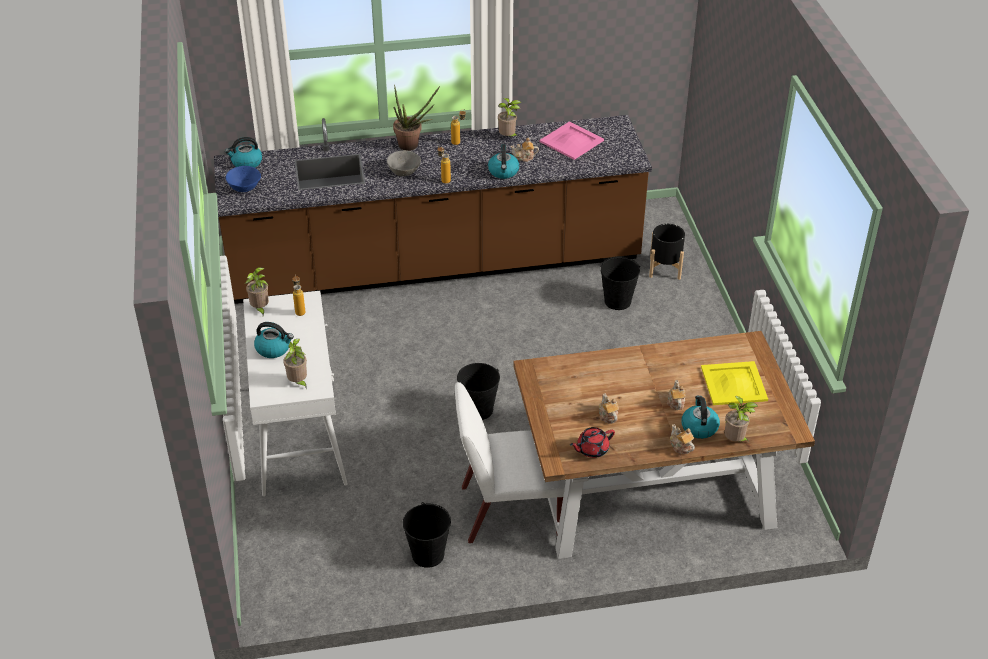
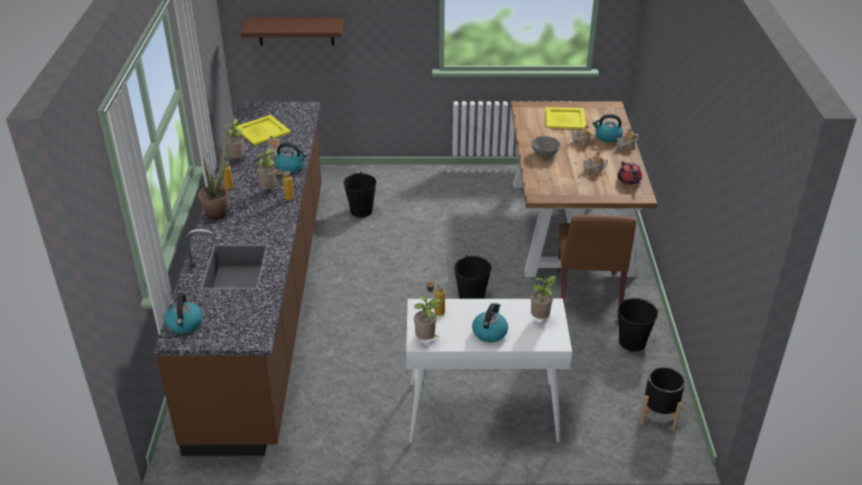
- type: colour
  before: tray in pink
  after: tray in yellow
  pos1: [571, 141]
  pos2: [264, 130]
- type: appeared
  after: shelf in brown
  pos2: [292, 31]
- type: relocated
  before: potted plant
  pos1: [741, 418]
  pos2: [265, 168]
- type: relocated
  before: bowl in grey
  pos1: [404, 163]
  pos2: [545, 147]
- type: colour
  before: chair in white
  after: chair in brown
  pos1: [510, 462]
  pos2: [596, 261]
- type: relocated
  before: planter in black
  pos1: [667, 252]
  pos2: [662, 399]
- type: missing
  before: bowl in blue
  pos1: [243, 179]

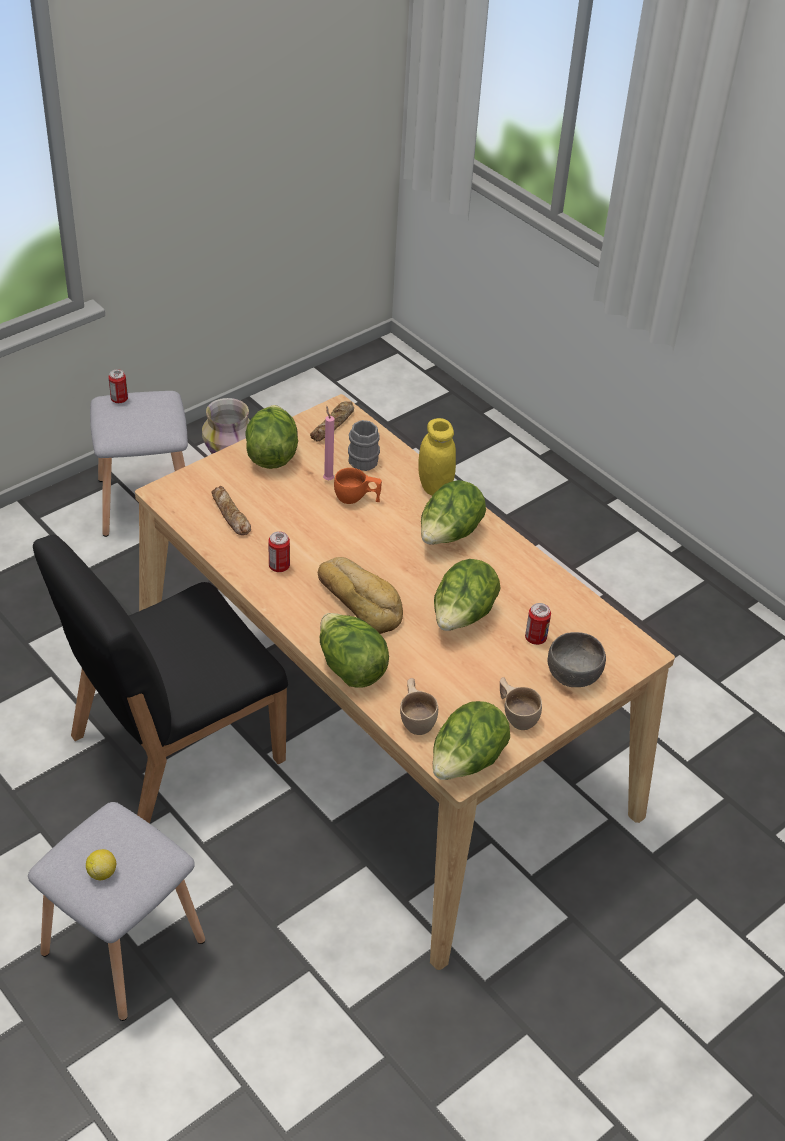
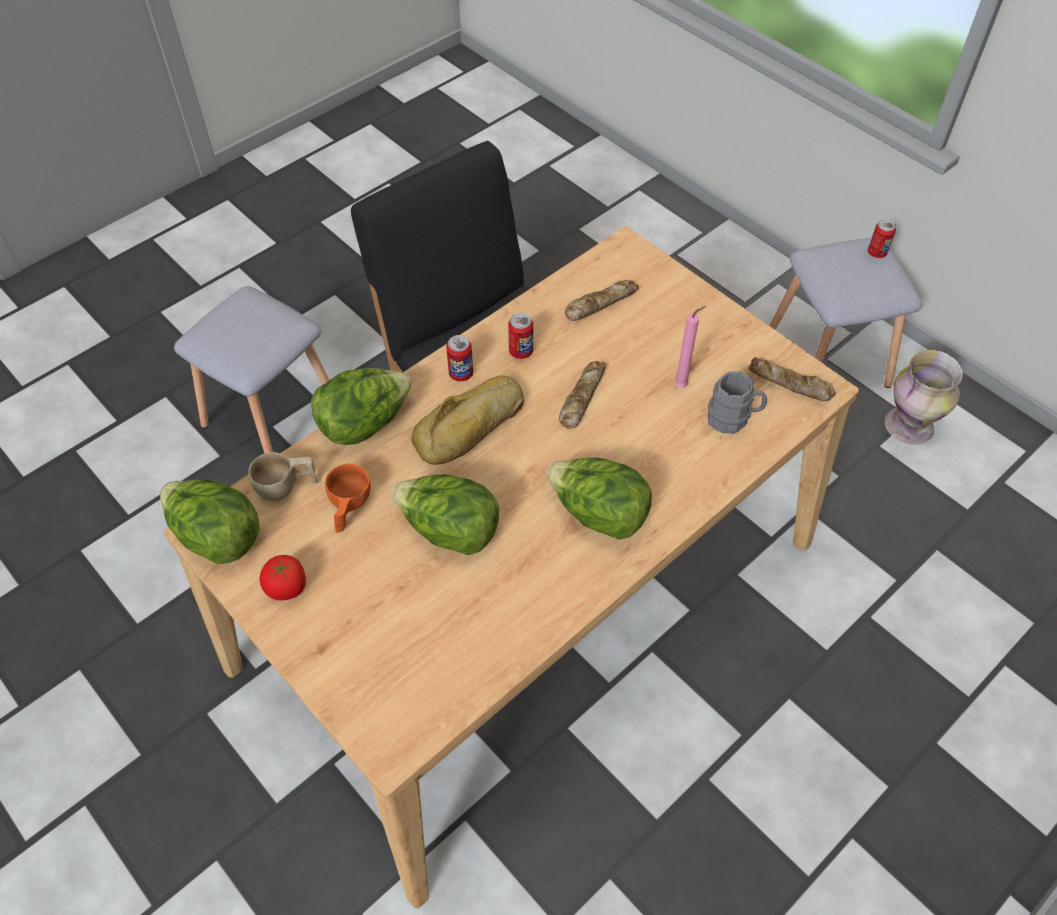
- type: exchanged
  before: cup in beige
  after: tomato
  pos1: [521, 703]
  pos2: [283, 578]
- type: relocated
  before: cup in orange
  pos1: [358, 486]
  pos2: [347, 498]
- type: relocated
  before: can
  pos1: [538, 624]
  pos2: [459, 358]
- type: appeared
  after: bread
  pos2: [582, 395]
- type: missing
  before: lemon
  pos1: [101, 864]
- type: missing
  before: lettuce
  pos1: [272, 437]
- type: missing
  before: jar in yellow
  pos1: [437, 457]
- type: missing
  before: bowl in grey
  pos1: [577, 659]

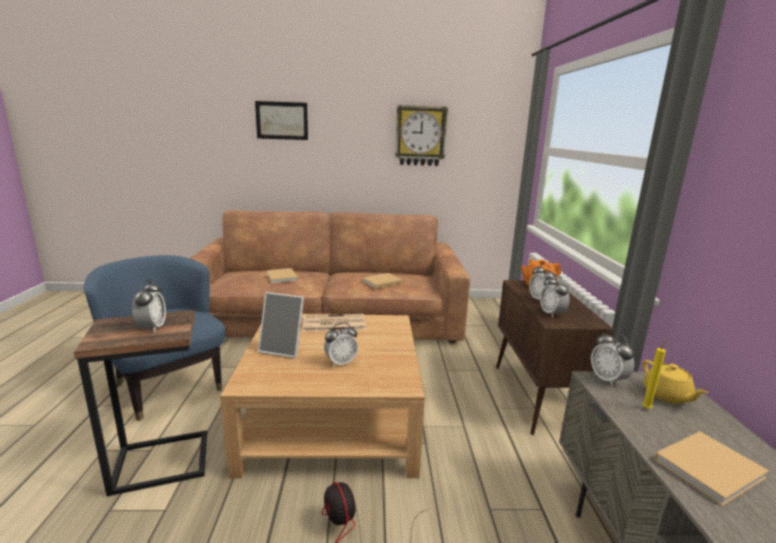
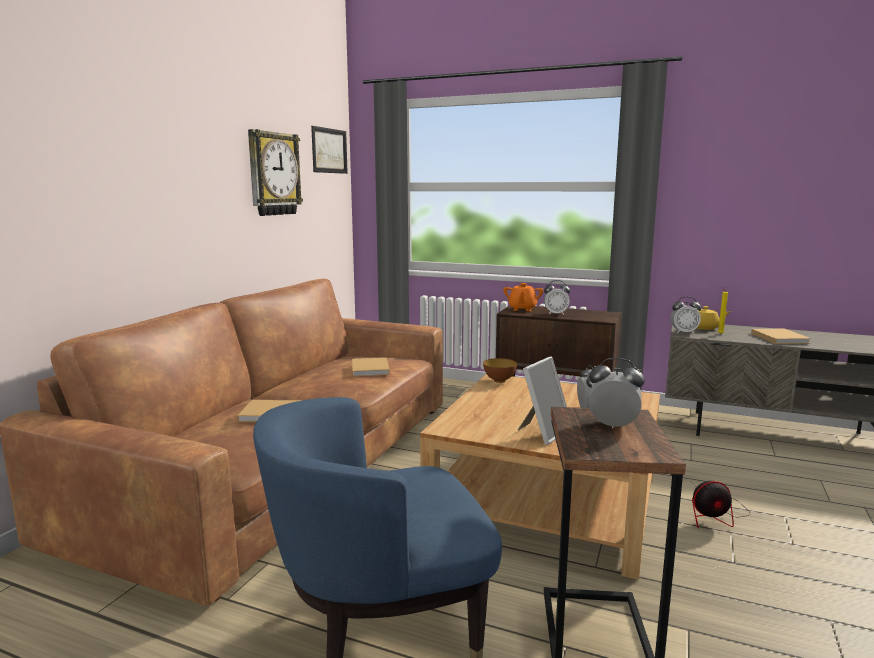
- type: relocated
  before: picture
  pos1: [281, 120]
  pos2: [329, 150]
- type: appeared
  after: bowl
  pos2: [500, 370]
- type: missing
  before: newspaper
  pos1: [334, 323]
- type: missing
  before: alarm clock
  pos1: [555, 296]

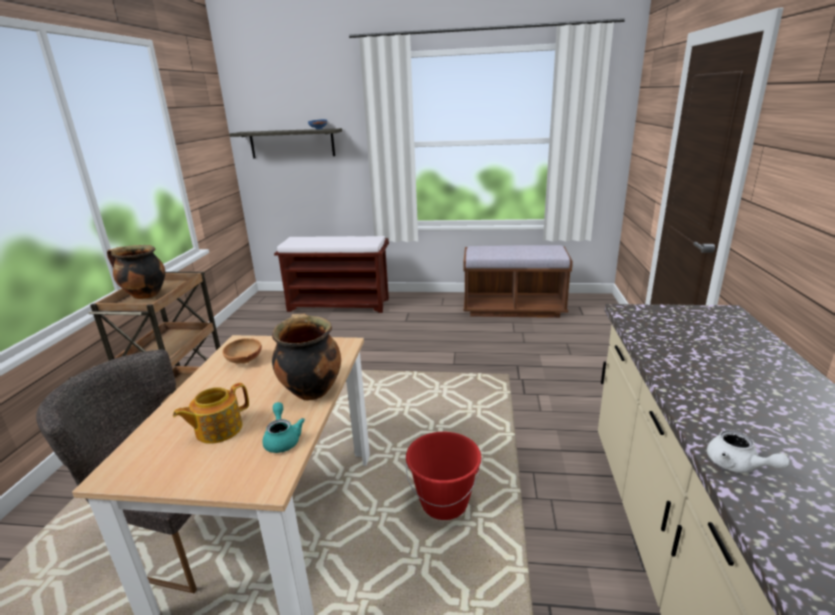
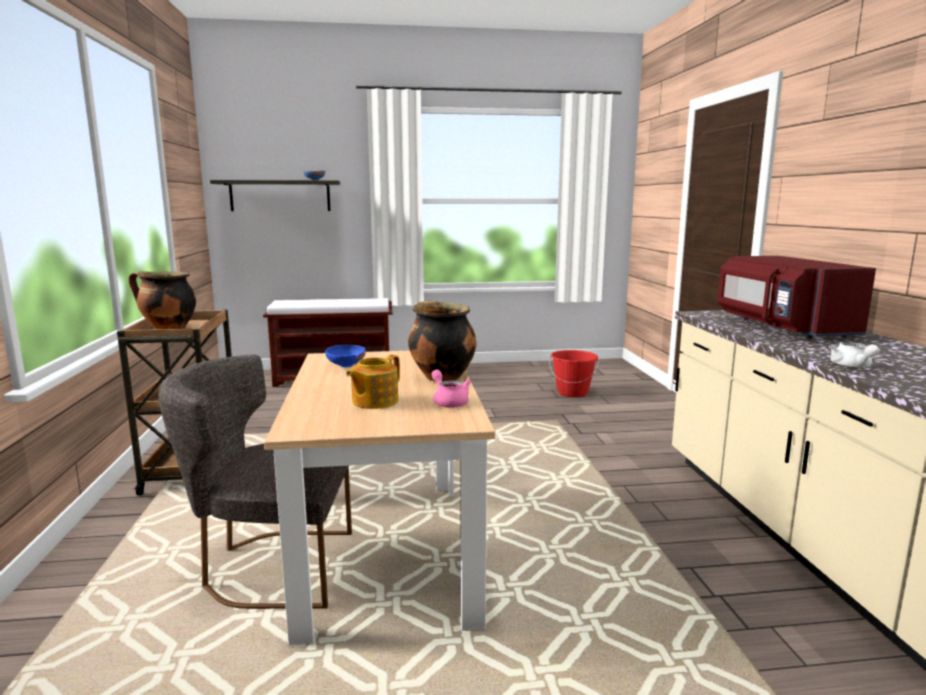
- type: colour
  before: bowl in brown
  after: bowl in blue
  pos1: [242, 350]
  pos2: [345, 355]
- type: colour
  before: teapot in turquoise
  after: teapot in pink
  pos1: [283, 427]
  pos2: [451, 389]
- type: relocated
  before: bucket in red
  pos1: [443, 476]
  pos2: [574, 373]
- type: appeared
  after: microwave in red
  pos2: [797, 297]
- type: spun
  before: teapot in white
  pos1: [748, 451]
  pos2: [854, 355]
  turn: 45
- type: missing
  before: bench in brown
  pos1: [518, 281]

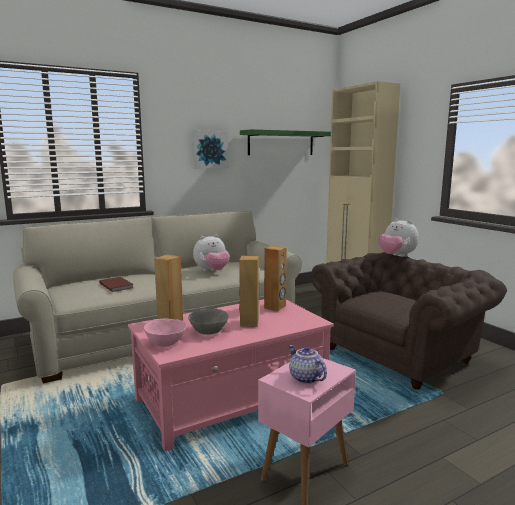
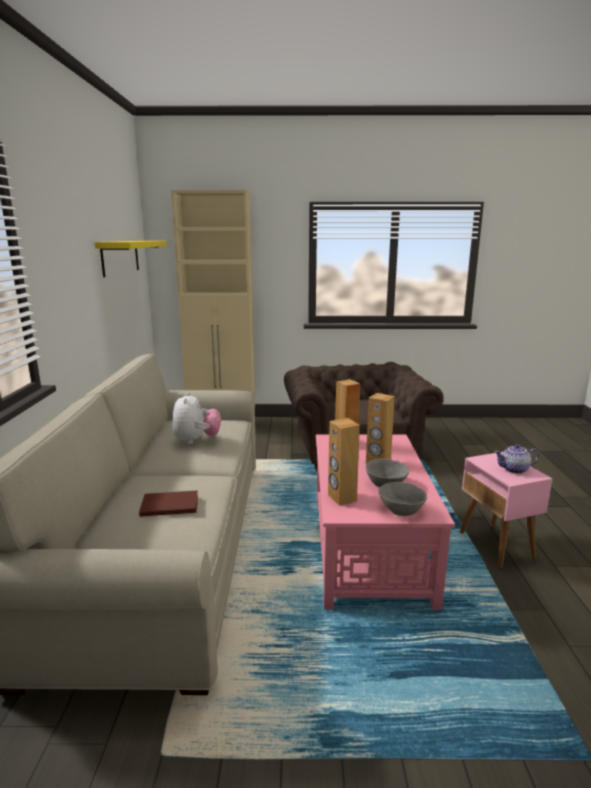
- type: colour
  before: shelf in green
  after: shelf in yellow
  pos1: [285, 142]
  pos2: [130, 259]
- type: colour
  before: bowl in pink
  after: bowl in grey
  pos1: [165, 332]
  pos2: [402, 499]
- type: missing
  before: picture
  pos1: [210, 149]
- type: missing
  before: plush toy
  pos1: [398, 237]

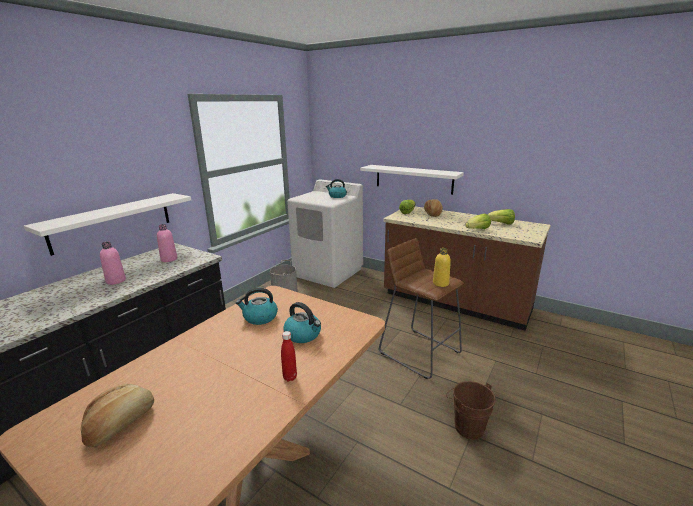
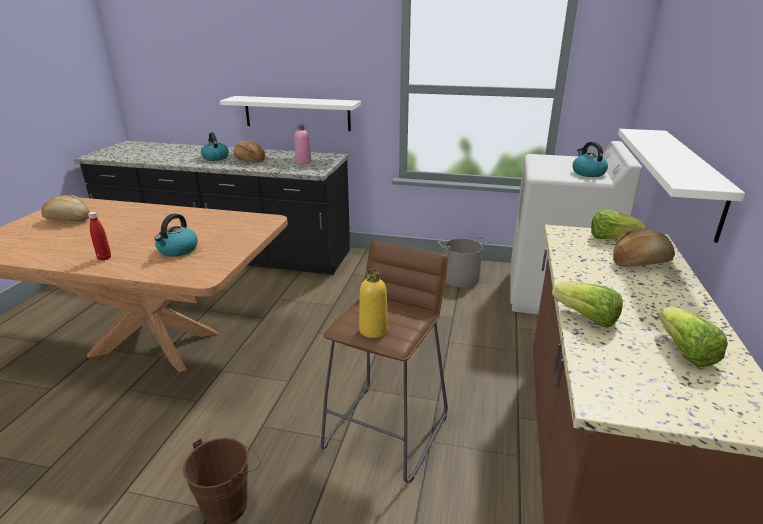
- type: relocated
  before: kettle
  pos1: [257, 306]
  pos2: [215, 146]
- type: exchanged
  before: bottle in pink
  after: bread
  pos1: [113, 263]
  pos2: [249, 151]

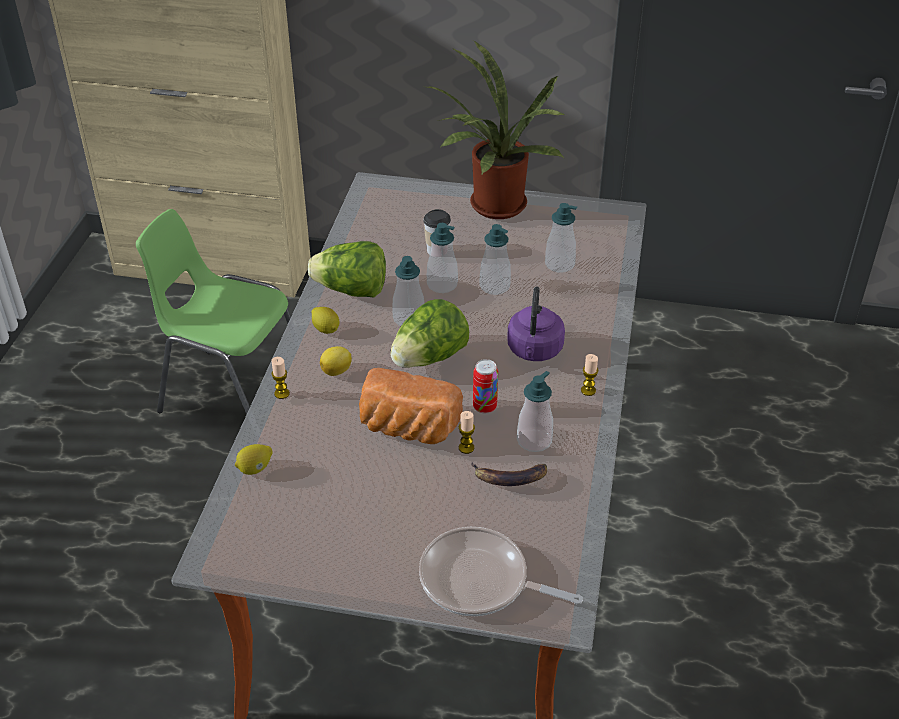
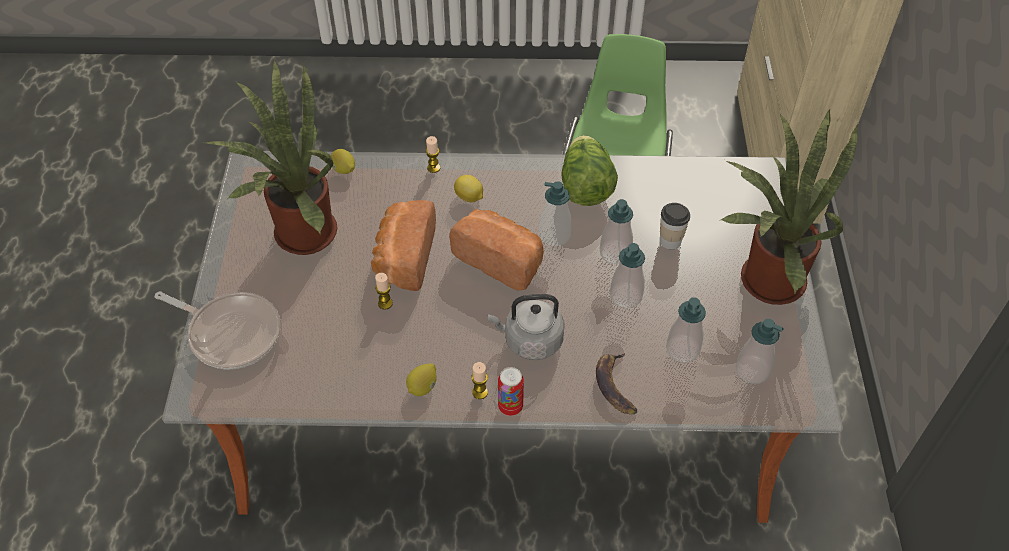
- type: spun
  before: frying pan
  pos1: [501, 571]
  pos2: [218, 330]
  turn: 105
- type: appeared
  after: potted plant
  pos2: [269, 157]
- type: relocated
  before: lemon
  pos1: [325, 320]
  pos2: [421, 379]
- type: exchanged
  before: lettuce
  after: bread
  pos1: [429, 333]
  pos2: [496, 250]
- type: colour
  before: kettle in purple
  after: kettle in grey
  pos1: [536, 323]
  pos2: [526, 327]
- type: relocated
  before: can
  pos1: [485, 386]
  pos2: [511, 391]
- type: relocated
  before: banana
  pos1: [509, 474]
  pos2: [617, 383]
- type: relocated
  before: soap dispenser
  pos1: [535, 411]
  pos2: [760, 351]

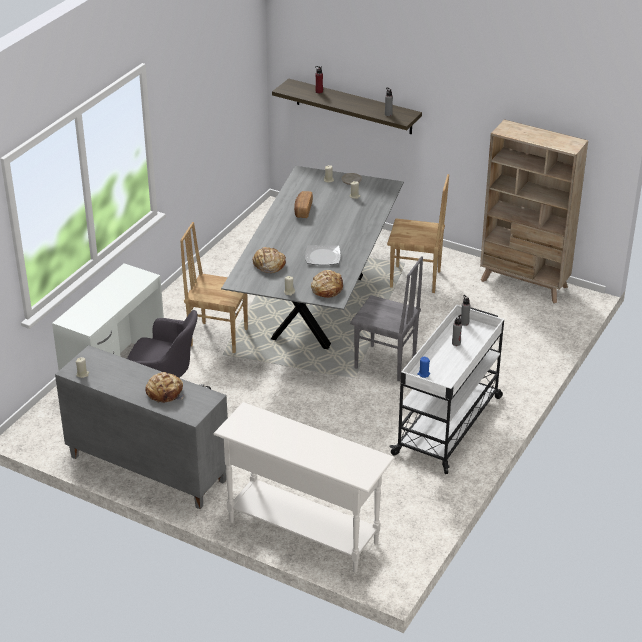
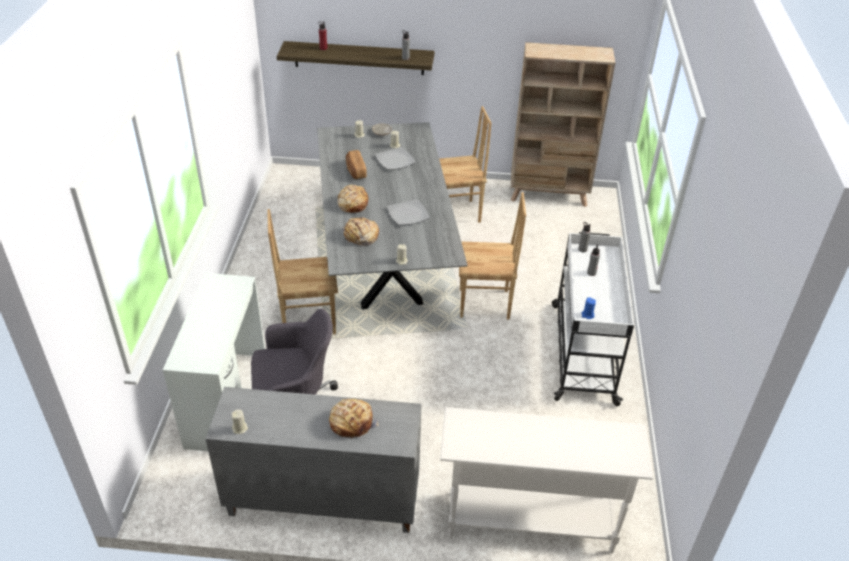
- type: relocated
  before: bread
  pos1: [327, 284]
  pos2: [353, 199]
- type: appeared
  after: plate
  pos2: [395, 158]
- type: colour
  before: chair in grey
  after: chair in brown
  pos1: [386, 319]
  pos2: [492, 256]

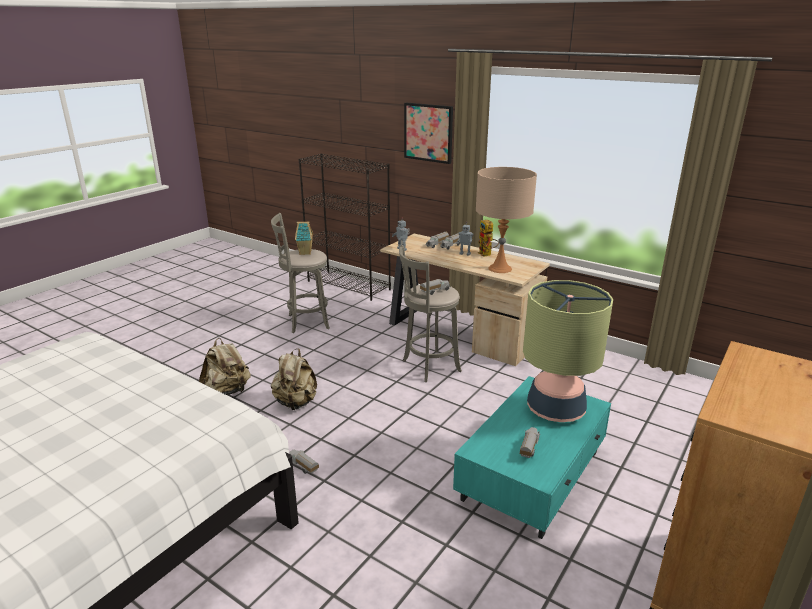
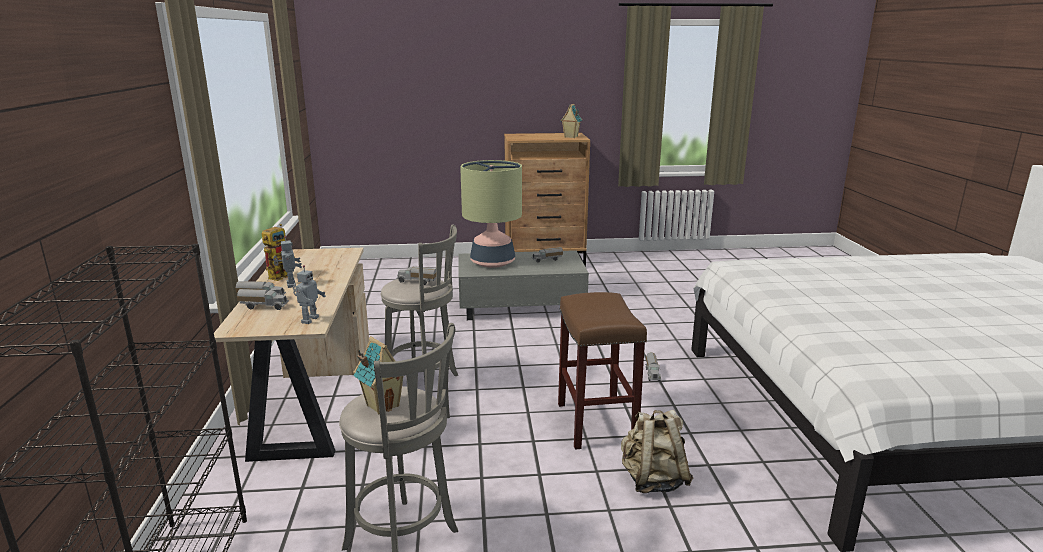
- type: colour
  before: coffee table in turquoise
  after: coffee table in grey
  pos1: [532, 457]
  pos2: [524, 285]
- type: exchanged
  before: backpack in beige
  after: stool in brown
  pos1: [294, 379]
  pos2: [602, 371]
- type: appeared
  after: toy house
  pos2: [572, 121]
- type: missing
  before: picture
  pos1: [428, 133]
- type: missing
  before: table lamp in beige
  pos1: [506, 220]

